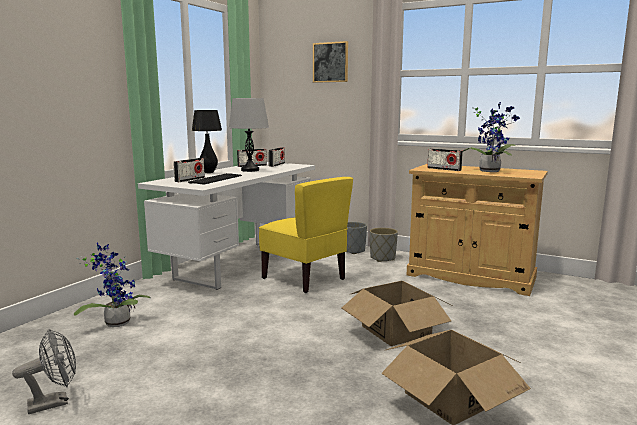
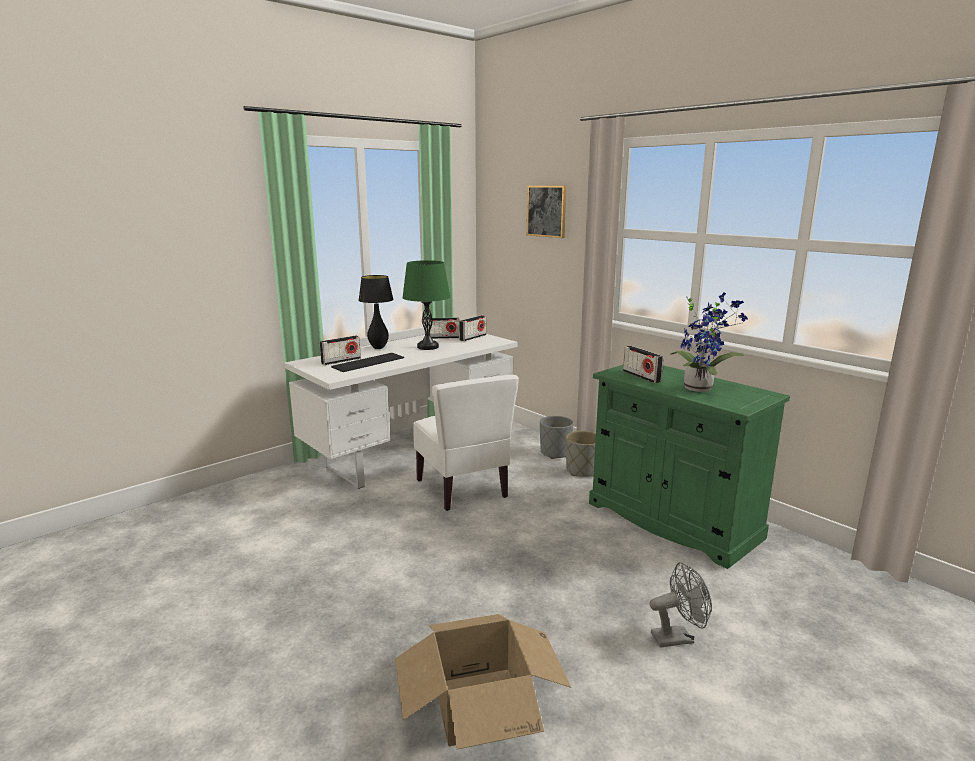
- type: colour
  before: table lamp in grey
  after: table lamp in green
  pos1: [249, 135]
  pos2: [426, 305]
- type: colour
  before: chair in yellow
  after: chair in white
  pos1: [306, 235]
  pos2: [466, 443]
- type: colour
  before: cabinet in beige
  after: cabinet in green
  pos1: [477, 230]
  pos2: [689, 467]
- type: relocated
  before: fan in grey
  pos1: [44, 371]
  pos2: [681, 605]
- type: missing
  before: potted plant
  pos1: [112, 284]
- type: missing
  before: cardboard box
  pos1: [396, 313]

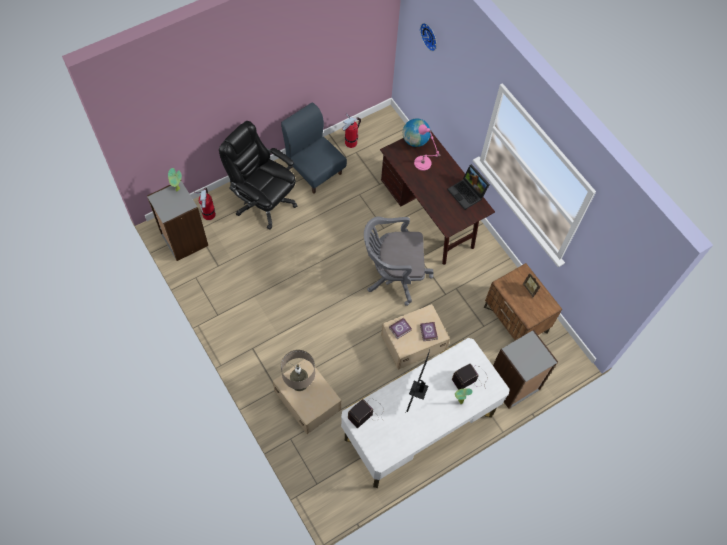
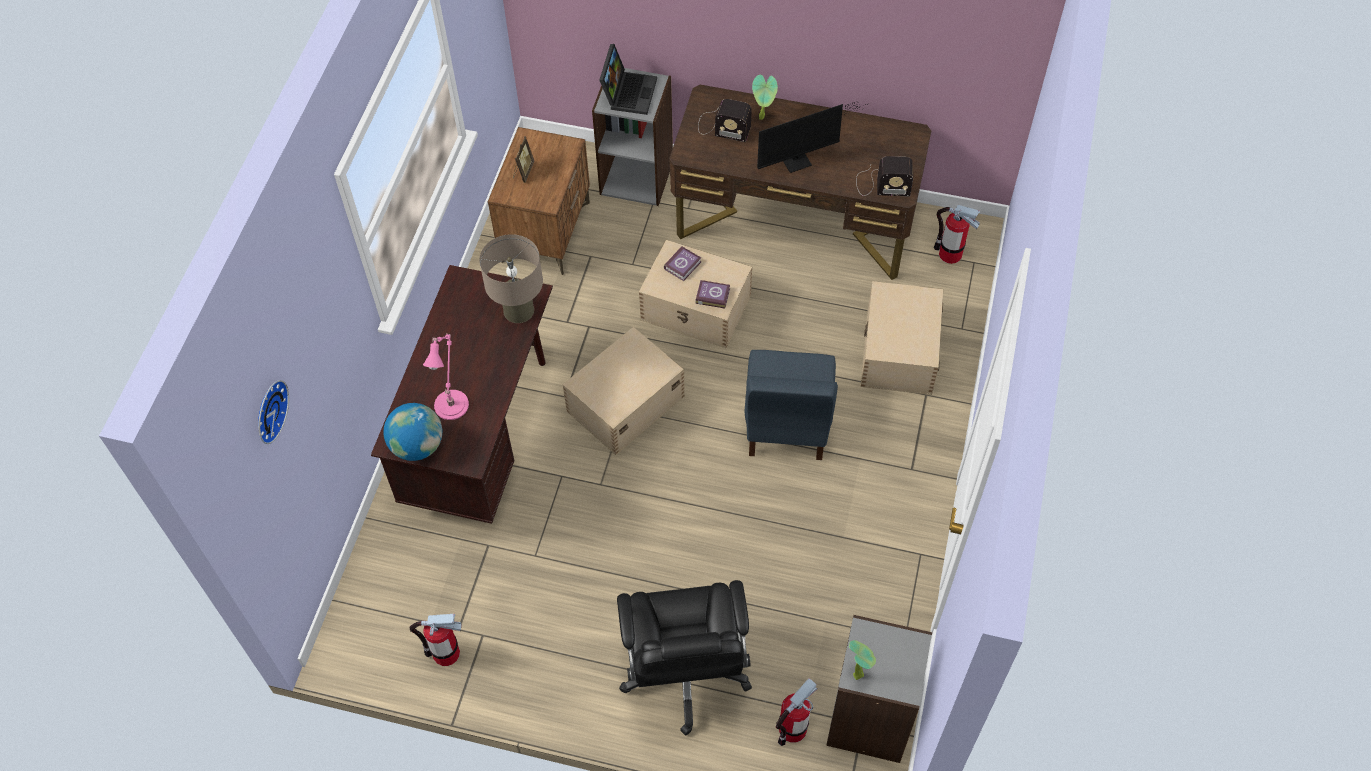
- type: relocated
  before: table lamp in beige
  pos1: [298, 370]
  pos2: [511, 278]
- type: exchanged
  before: office chair in grey
  after: storage box in beige
  pos1: [398, 261]
  pos2: [624, 391]
- type: relocated
  before: laptop
  pos1: [468, 187]
  pos2: [628, 79]
- type: colour
  before: desk in white
  after: desk in brown
  pos1: [425, 413]
  pos2: [800, 182]
- type: relocated
  before: chair in blue
  pos1: [314, 148]
  pos2: [791, 405]
- type: appeared
  after: fire extinguisher
  pos2: [957, 234]

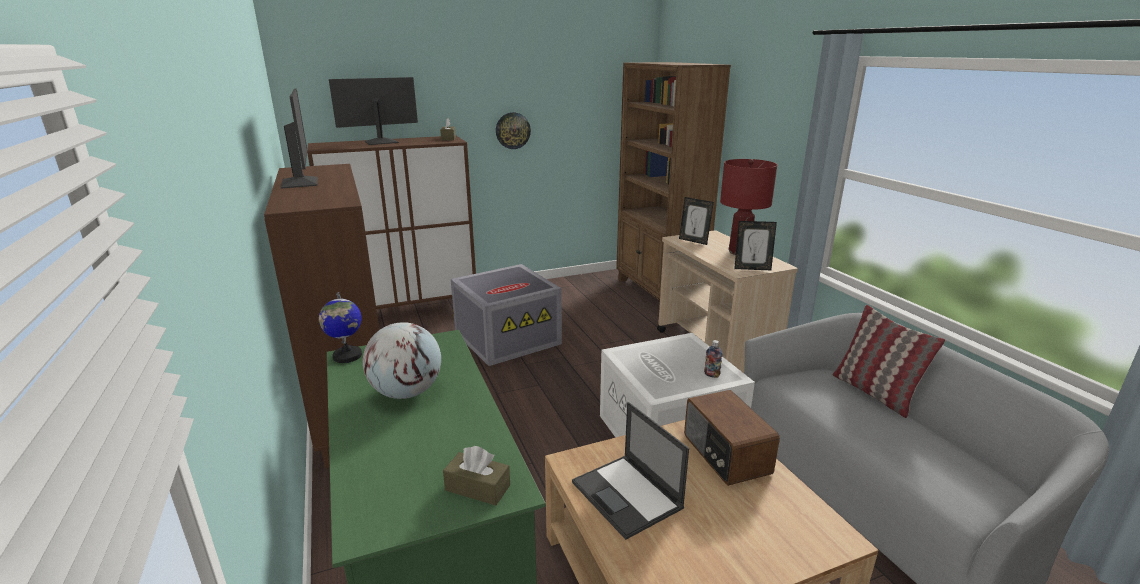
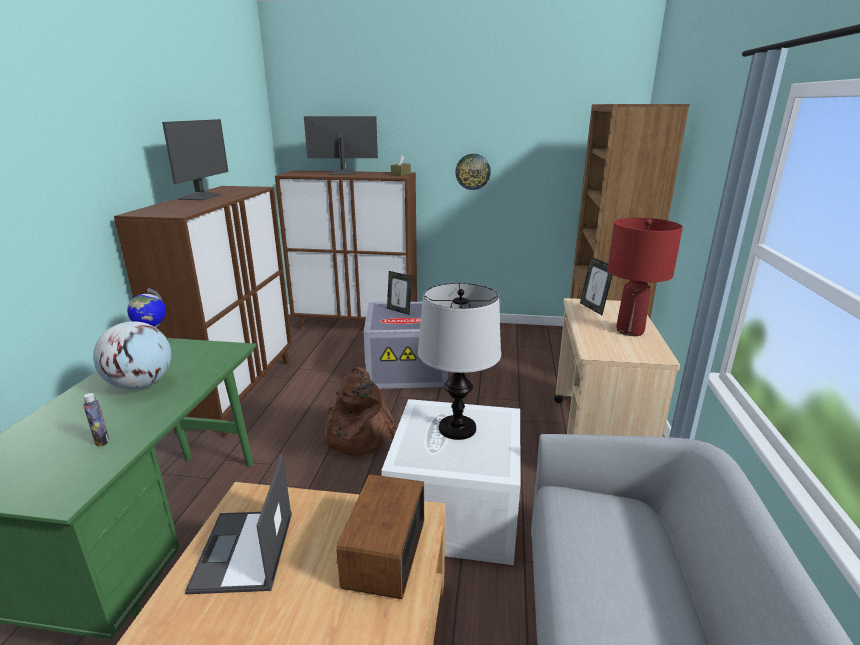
- type: relocated
  before: bottle
  pos1: [713, 359]
  pos2: [96, 420]
- type: appeared
  after: backpack in brown
  pos2: [360, 411]
- type: relocated
  before: picture frame
  pos1: [755, 245]
  pos2: [399, 293]
- type: appeared
  after: table lamp
  pos2: [459, 361]
- type: missing
  before: tissue box in brown
  pos1: [476, 475]
- type: missing
  before: pillow
  pos1: [888, 361]

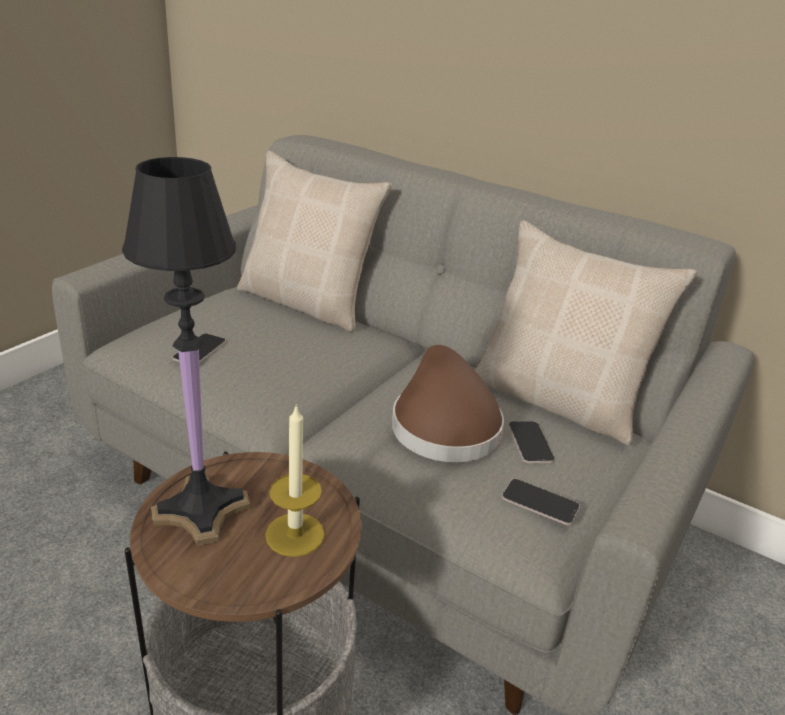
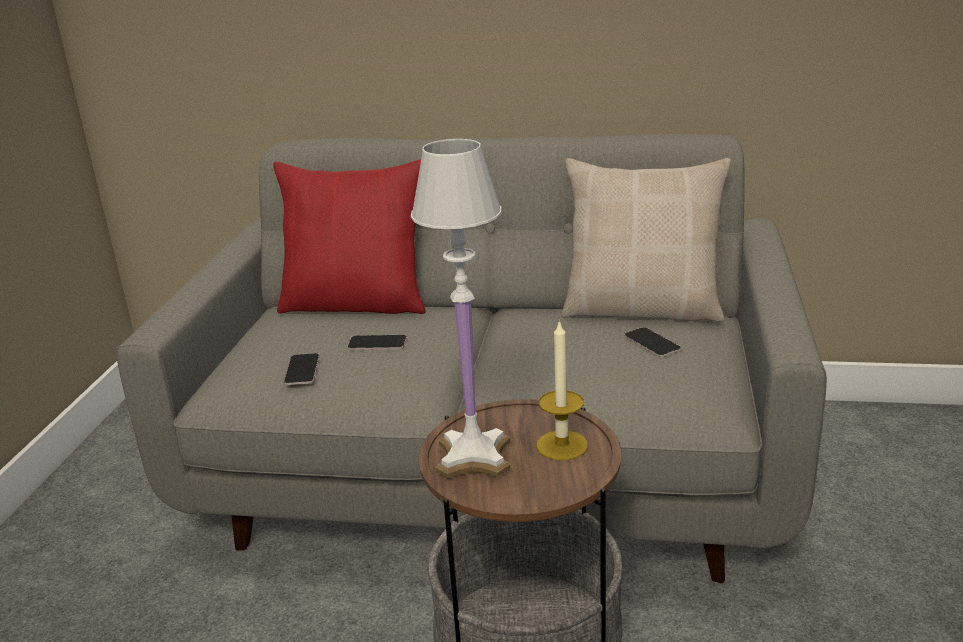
- type: colour
  before: pillow in beige
  after: pillow in red
  pos1: [314, 241]
  pos2: [349, 236]
- type: relocated
  before: phone
  pos1: [541, 501]
  pos2: [377, 342]
- type: colour
  before: table lamp in black
  after: table lamp in white
  pos1: [186, 351]
  pos2: [461, 309]
- type: missing
  before: hat in brown
  pos1: [448, 403]

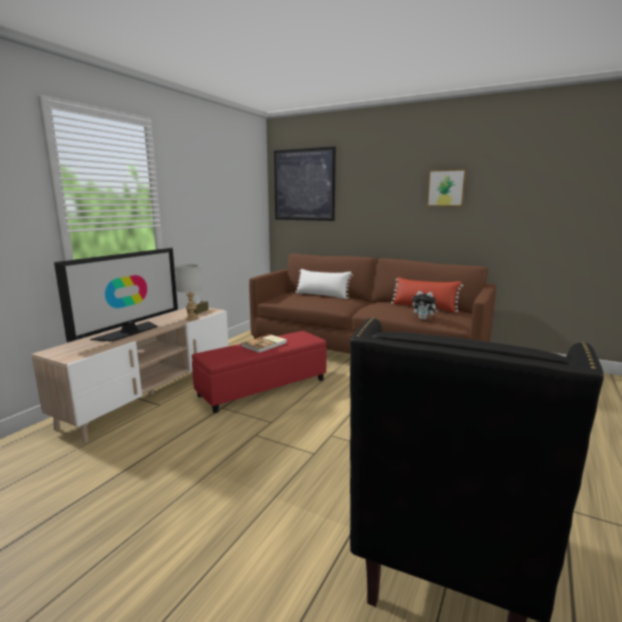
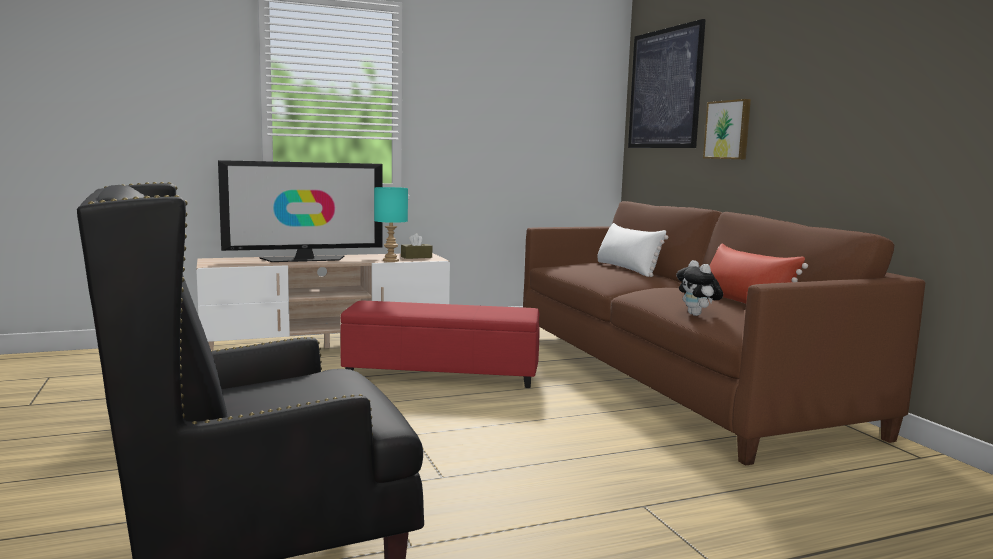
- type: colour
  before: table lamp in grey
  after: table lamp in turquoise
  pos1: [189, 292]
  pos2: [391, 224]
- type: relocated
  before: picture
  pos1: [447, 187]
  pos2: [727, 129]
- type: missing
  before: book
  pos1: [264, 343]

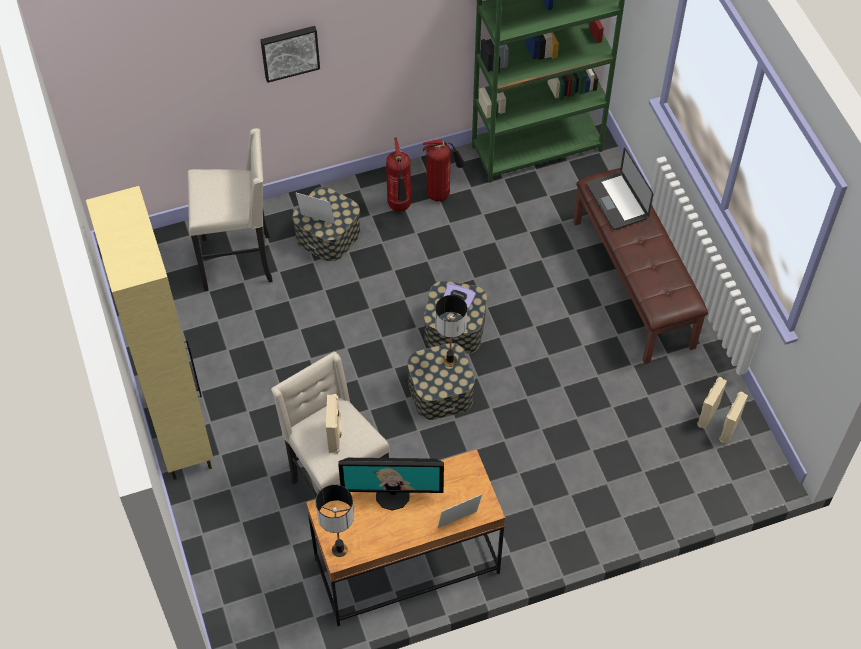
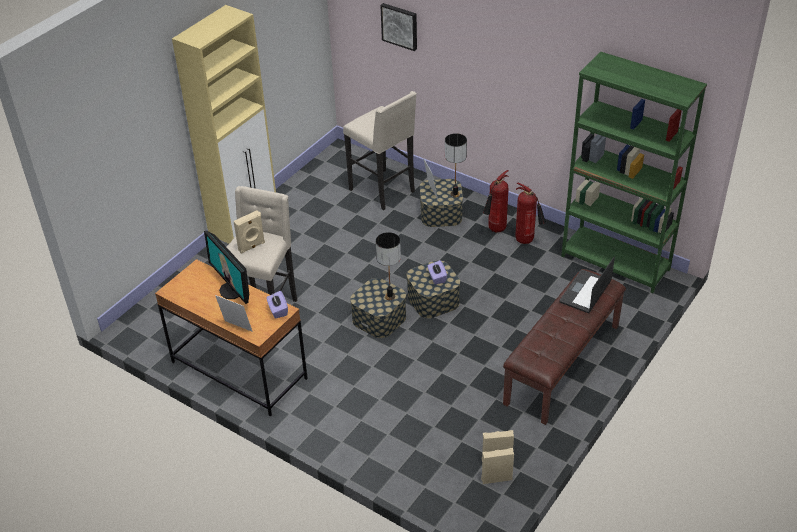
- type: appeared
  after: tissue box in purple
  pos2: [277, 305]
- type: relocated
  before: picture
  pos1: [290, 54]
  pos2: [398, 27]
- type: relocated
  before: table lamp
  pos1: [335, 521]
  pos2: [456, 165]

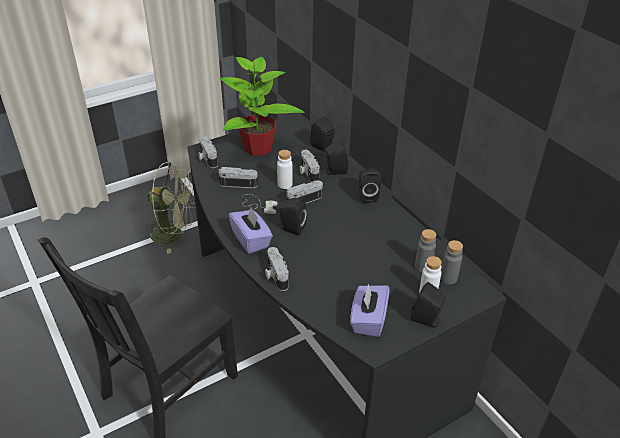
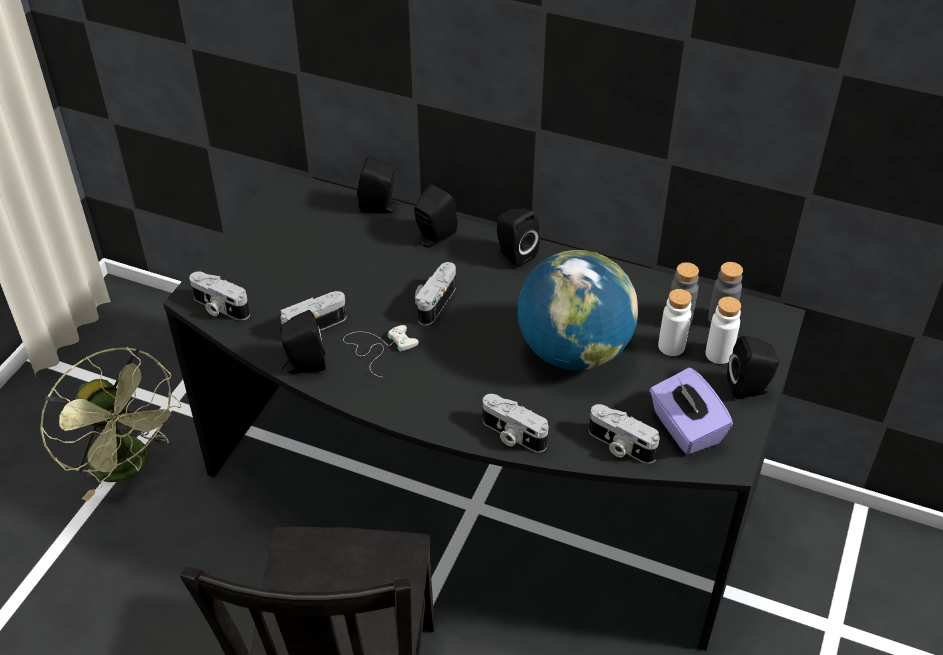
- type: spun
  before: fan in green
  pos1: [170, 208]
  pos2: [110, 424]
  turn: 75
- type: relocated
  before: speaker in black
  pos1: [293, 216]
  pos2: [302, 342]
- type: appeared
  after: globe
  pos2: [578, 310]
- type: relocated
  before: photo camera
  pos1: [310, 166]
  pos2: [624, 434]
- type: relocated
  before: bottle in white
  pos1: [285, 169]
  pos2: [675, 322]
- type: missing
  before: potted plant
  pos1: [262, 106]
- type: missing
  before: tissue box in purple
  pos1: [250, 230]

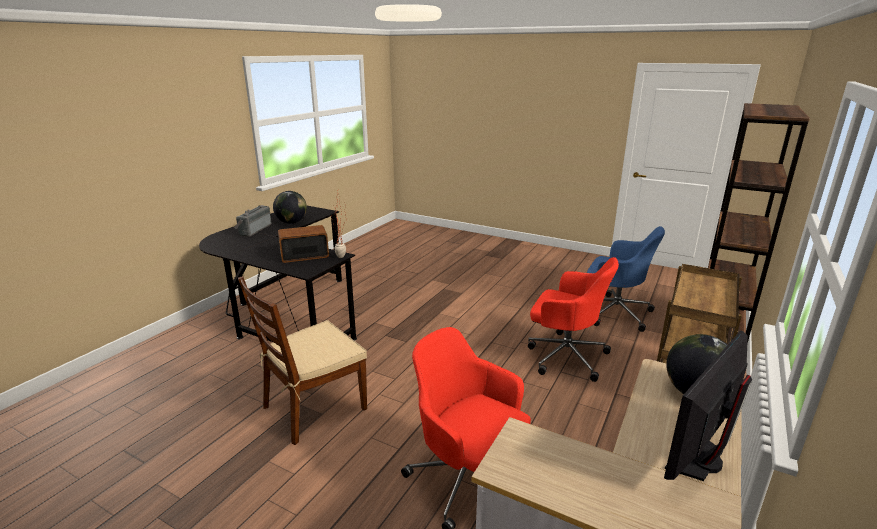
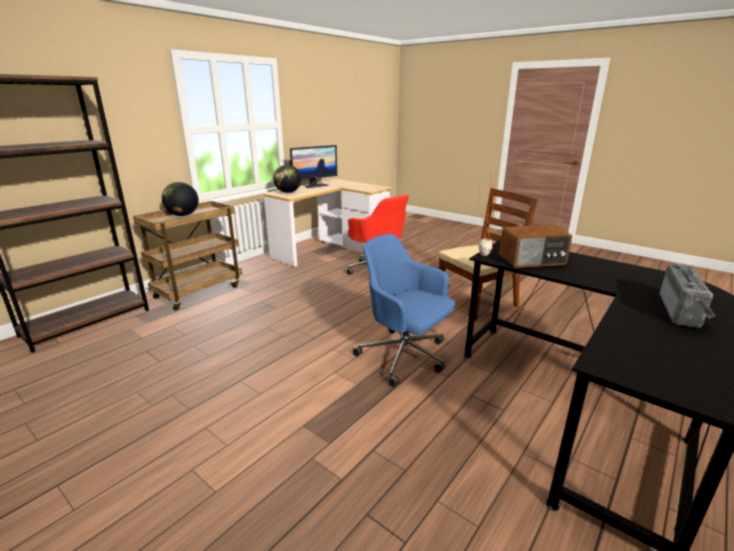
- type: relocated
  before: globe
  pos1: [290, 207]
  pos2: [180, 199]
- type: relocated
  before: office chair in blue
  pos1: [626, 279]
  pos2: [404, 310]
- type: missing
  before: office chair in red
  pos1: [573, 319]

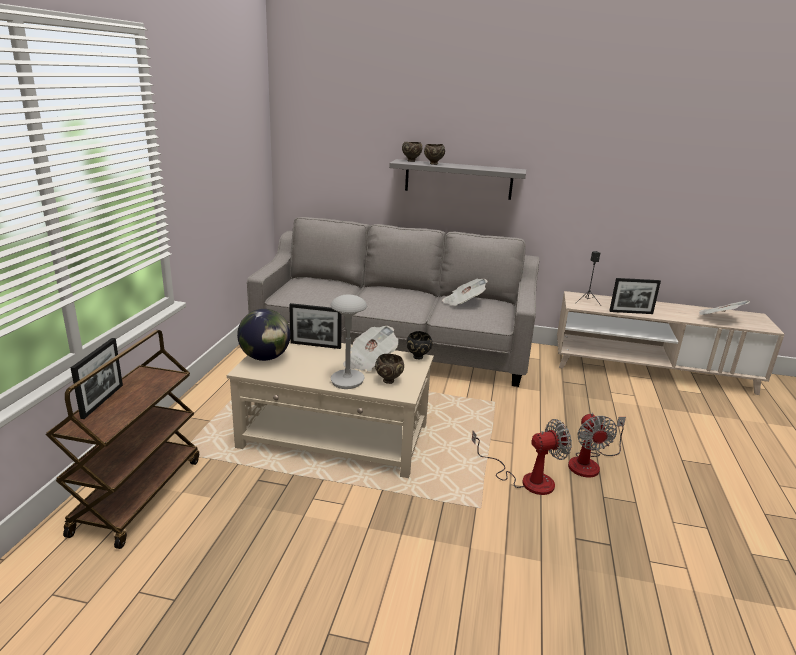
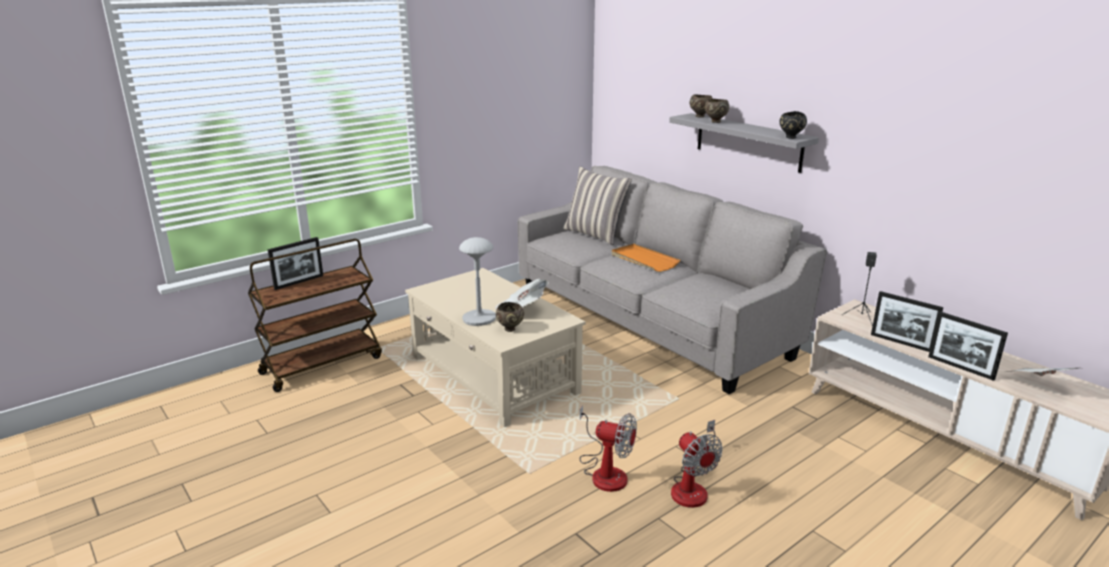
- type: appeared
  after: pillow
  pos2: [597, 205]
- type: appeared
  after: tray in orange
  pos2: [645, 257]
- type: spun
  before: fan
  pos1: [597, 445]
  pos2: [697, 464]
  turn: -60
- type: relocated
  before: bowl in black
  pos1: [420, 345]
  pos2: [793, 125]
- type: relocated
  before: picture frame
  pos1: [315, 326]
  pos2: [968, 346]
- type: missing
  before: globe
  pos1: [264, 335]
- type: missing
  before: newspaper
  pos1: [465, 292]

